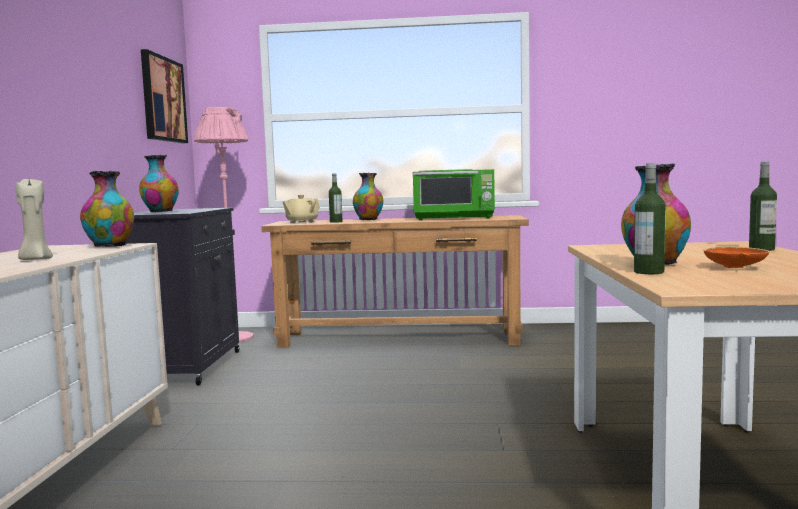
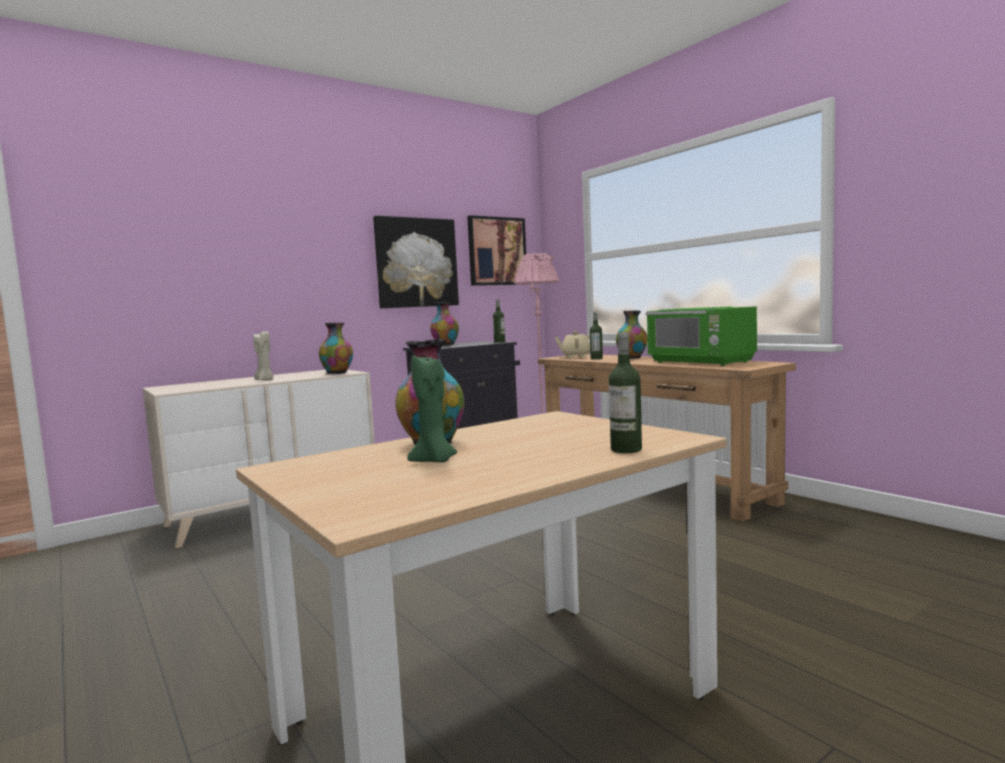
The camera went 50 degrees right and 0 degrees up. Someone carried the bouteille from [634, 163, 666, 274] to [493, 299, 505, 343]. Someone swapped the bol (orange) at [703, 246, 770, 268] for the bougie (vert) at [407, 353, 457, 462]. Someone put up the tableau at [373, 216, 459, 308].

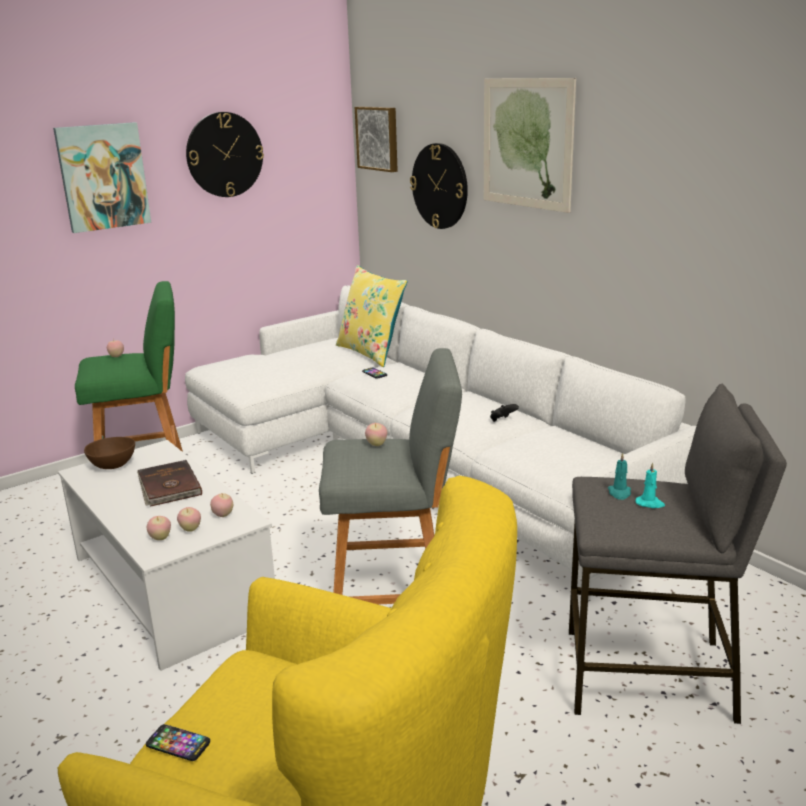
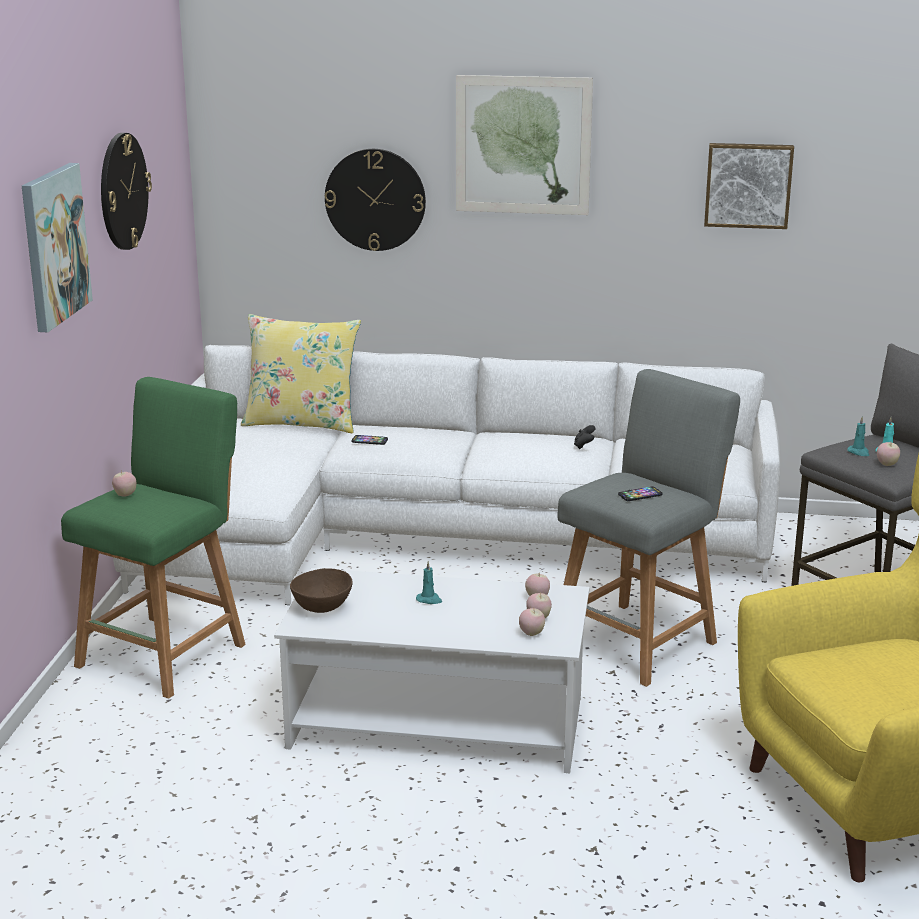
The camera went 45 degrees left and 0 degrees up. Someone swapped the livre (marron) at [137, 460, 202, 506] for the bougie (turquoise) at [416, 561, 442, 604]. Someone carried the téléphone from [146, 724, 210, 761] to [618, 486, 662, 501]. Someone carried the tableau from [355, 106, 398, 172] to [704, 143, 794, 229]. Someone carried the pomme from [365, 422, 387, 446] to [877, 442, 900, 466].

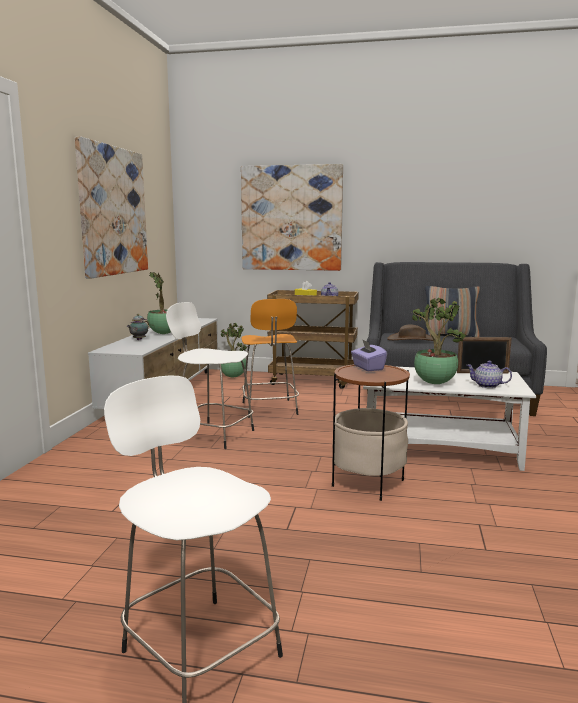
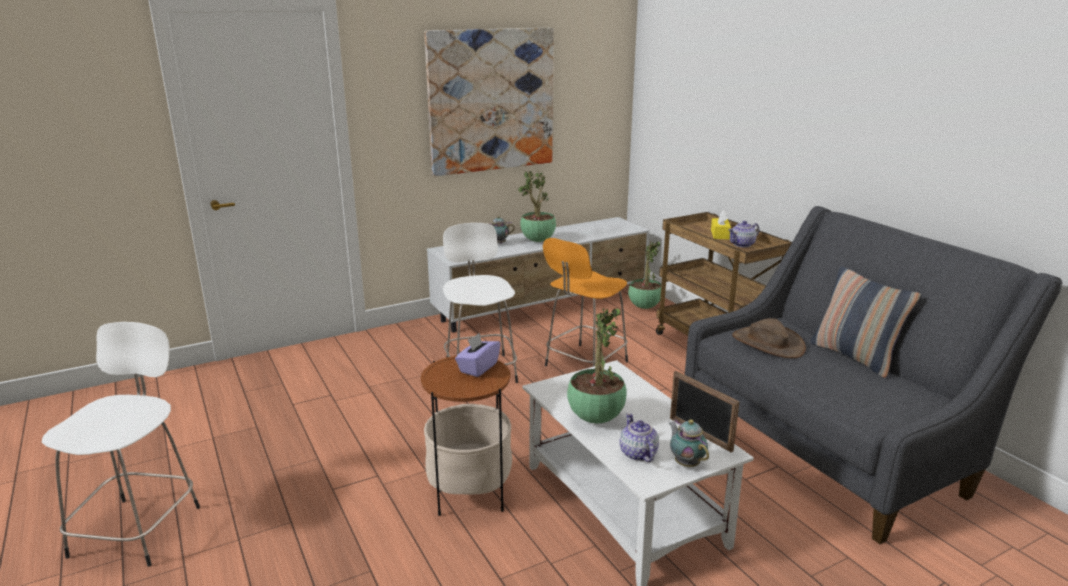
The camera went 50 degrees right and 10 degrees up. Someone took away the tableau at [241, 164, 343, 271]. Someone put down the théière at [669, 419, 709, 467].

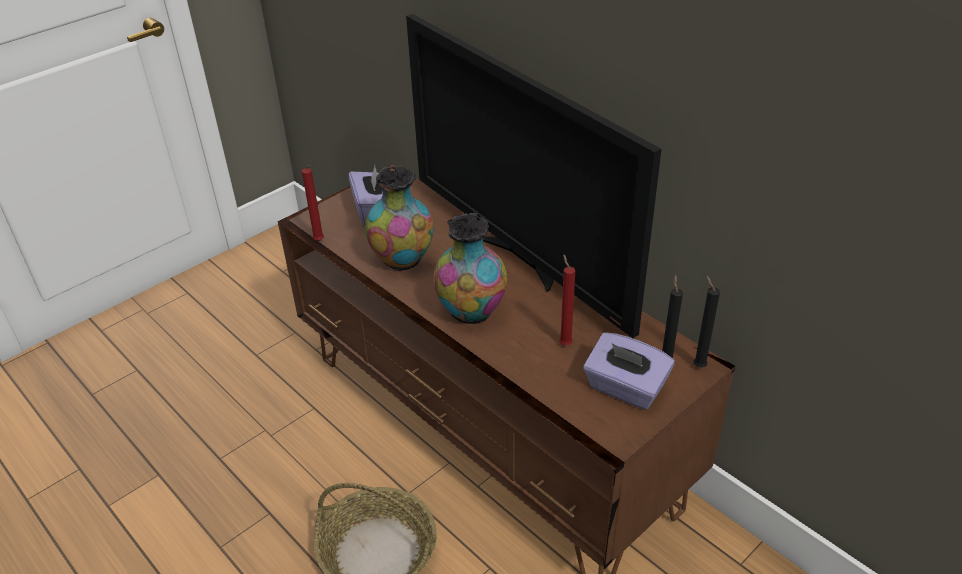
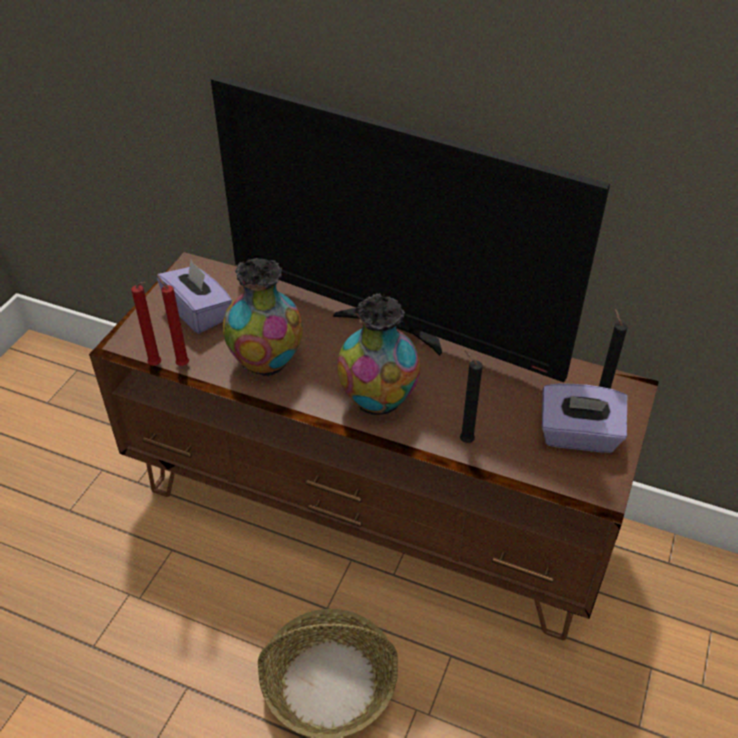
The camera went 25 degrees left and 5 degrees up. Someone carried the bougie (rouge) from [559, 254, 575, 345] to [157, 275, 189, 366]. Someone carried the bougie (noir) from [693, 275, 720, 368] to [460, 350, 483, 443].

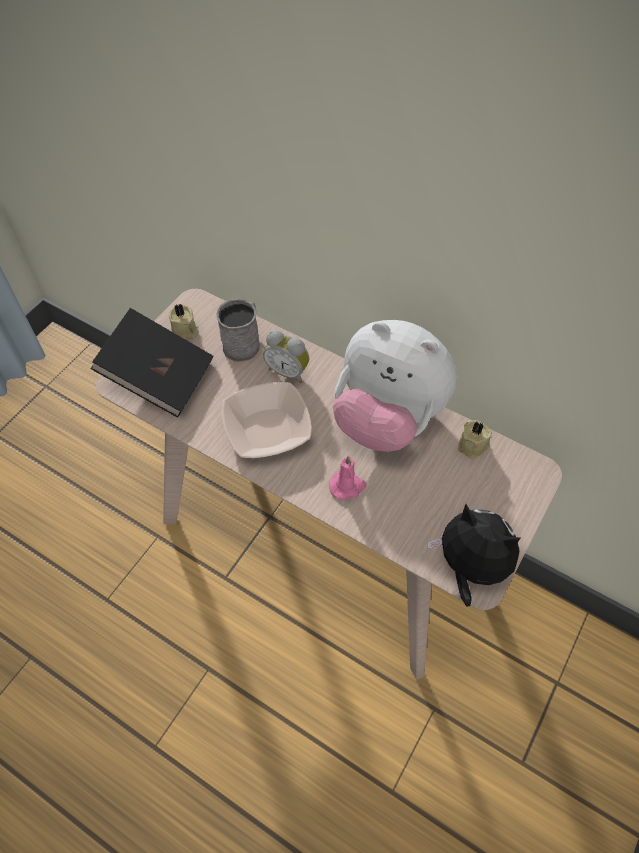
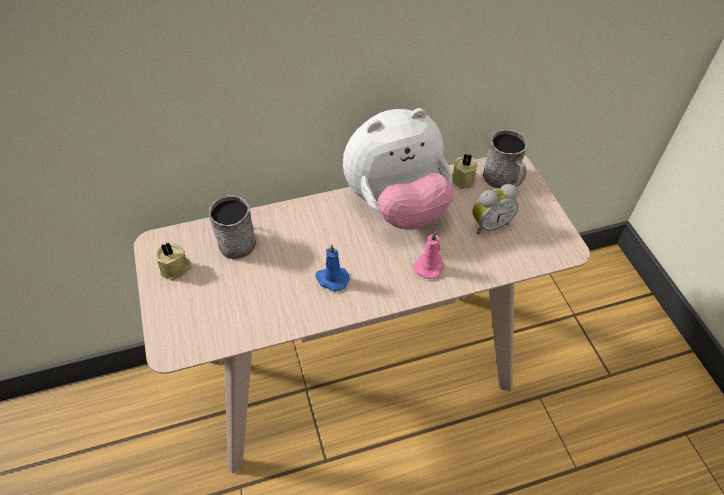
The camera went 50 degrees left and 5 degrees down. Someone took away the livre (noir) at [90, 308, 214, 418]. Someone swapped the bol at [221, 382, 312, 458] for the bougie (bleu) at [316, 244, 350, 292]. Someone carried the réveil from [263, 330, 309, 383] to [472, 184, 518, 235]. Someone took away the peluche at [428, 504, 520, 607]. Someone put down the mug (gris) at [483, 129, 528, 188].

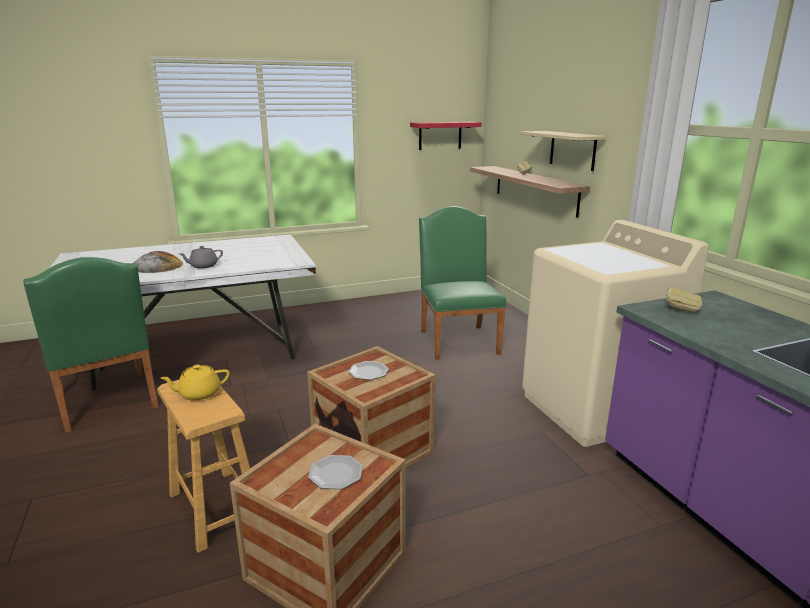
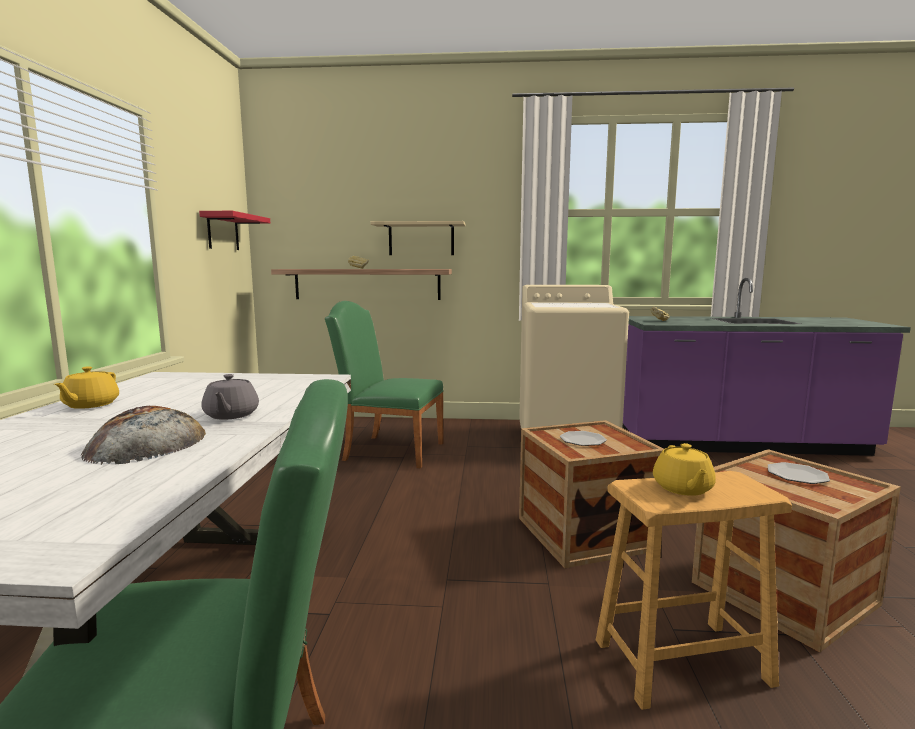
The camera went 65 degrees left and 10 degrees down. Someone put down the théière (jaune) at [54, 366, 119, 409].

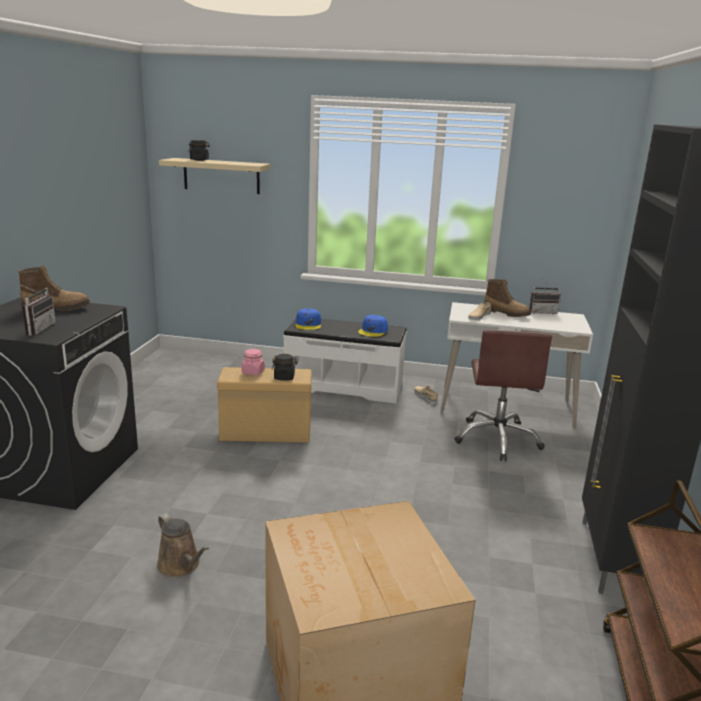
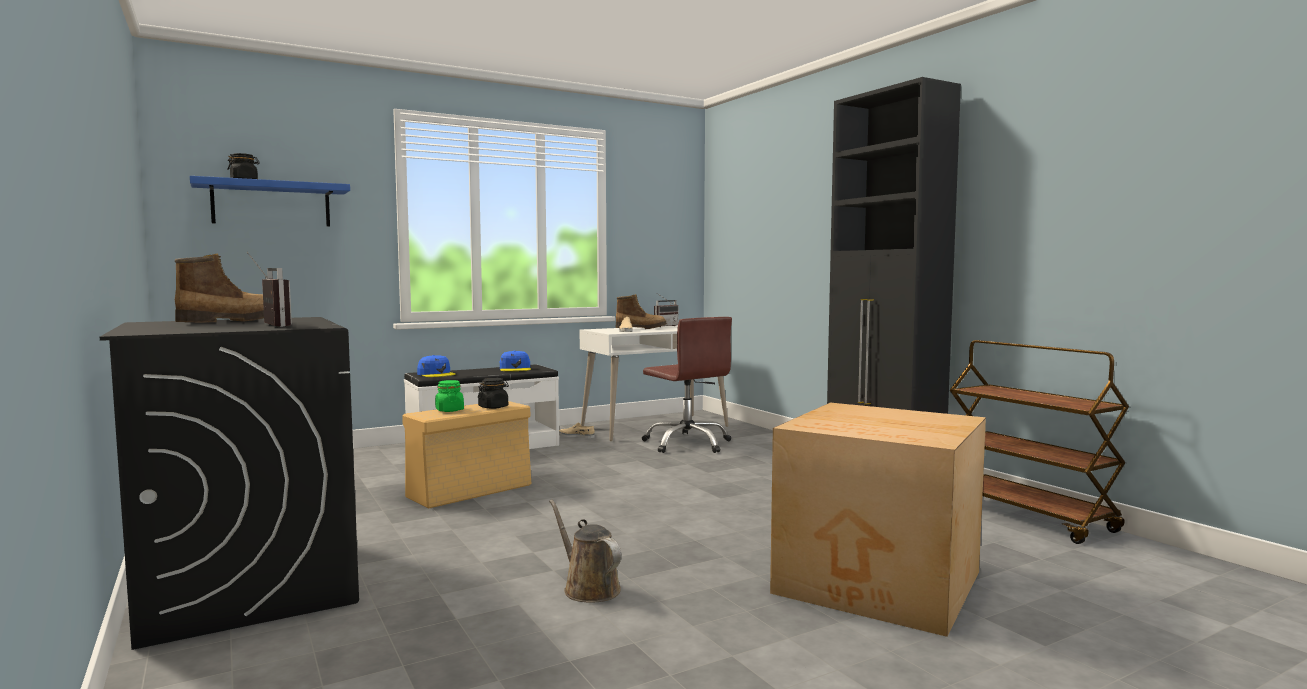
The camera went 40 degrees left and 15 degrees down. Someone rotated the arrosoir (marron) at [157, 513, 209, 577] by 135 degrees counterclockwise. Someone repainted the étagère (beige) at [159, 158, 270, 194], which became the étagère (bleu) at [190, 176, 350, 226]. Someone repainted the bocal (rose) at [242, 349, 265, 375], which became the bocal (vert) at [435, 380, 464, 412].

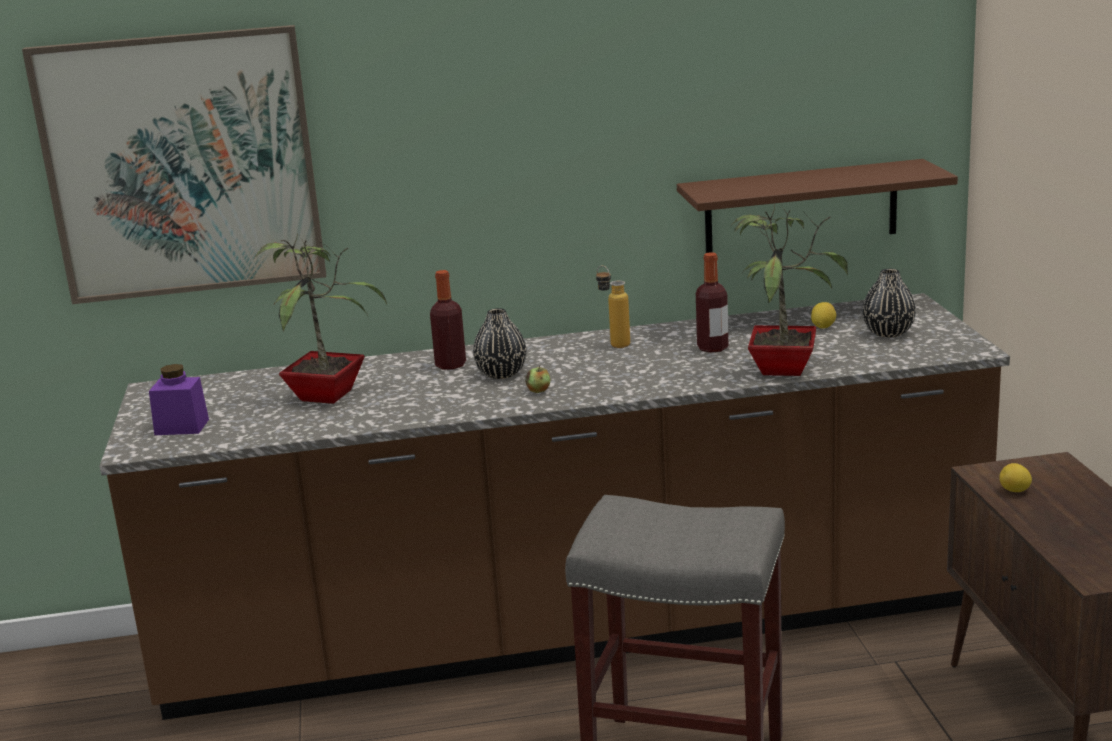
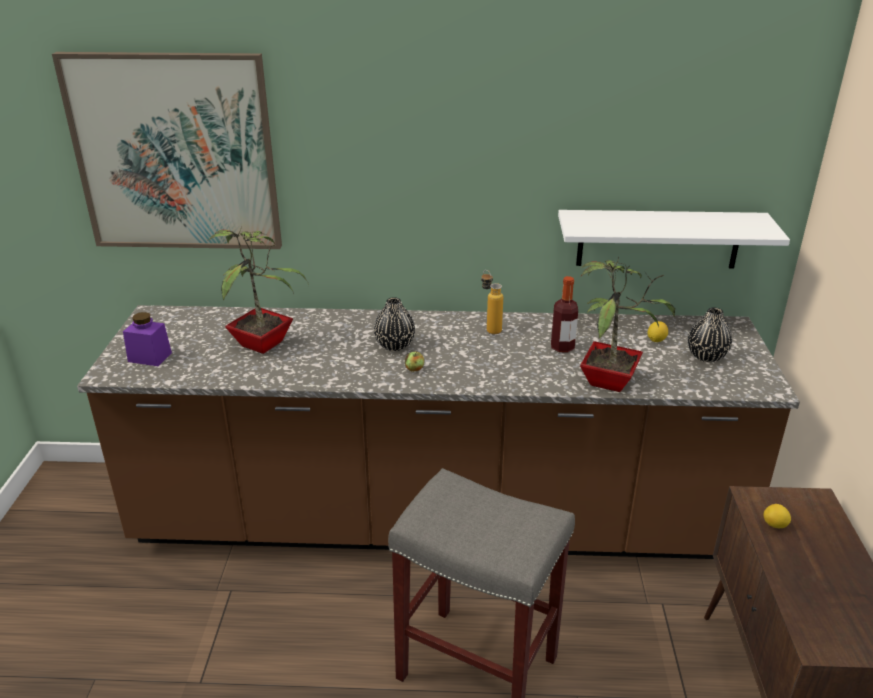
The camera went 10 degrees right and 10 degrees up. Someone took away the bouteille at [430, 270, 466, 370]. Someone repainted the étagère (marron) at [677, 159, 958, 253], which became the étagère (blanc) at [558, 210, 790, 268].

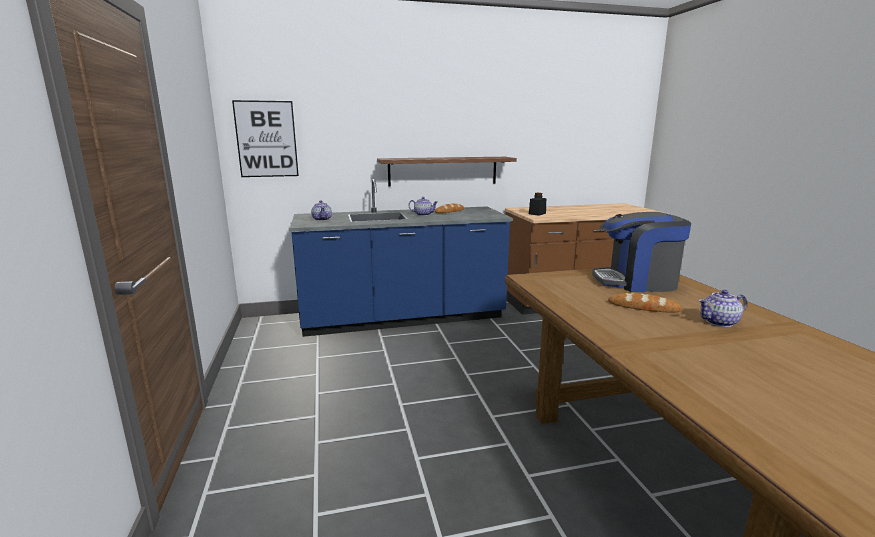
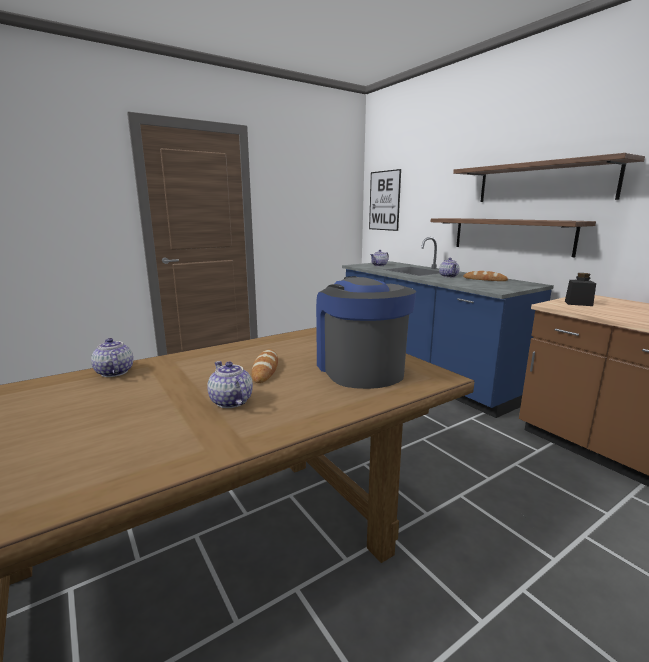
The camera went 70 degrees right and 0 degrees up. Someone put down the théière at [91, 338, 133, 377]. Someone put up the étagère at [453, 153, 645, 202].

